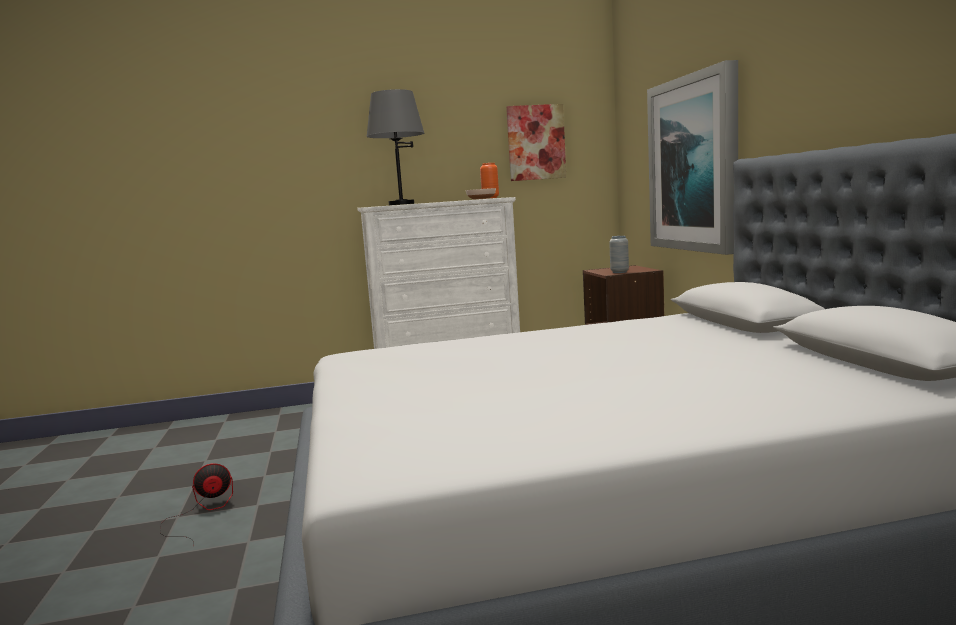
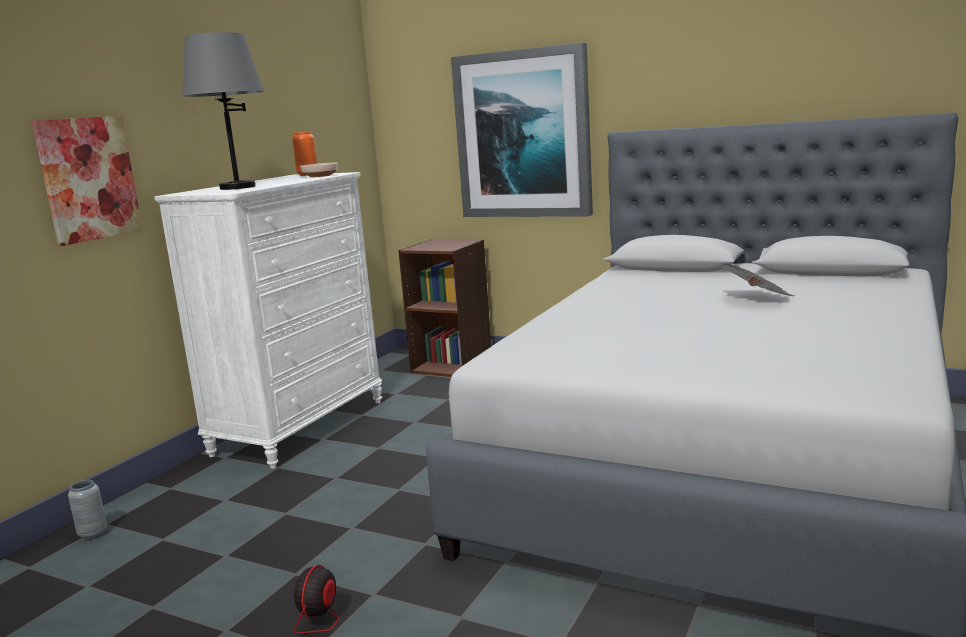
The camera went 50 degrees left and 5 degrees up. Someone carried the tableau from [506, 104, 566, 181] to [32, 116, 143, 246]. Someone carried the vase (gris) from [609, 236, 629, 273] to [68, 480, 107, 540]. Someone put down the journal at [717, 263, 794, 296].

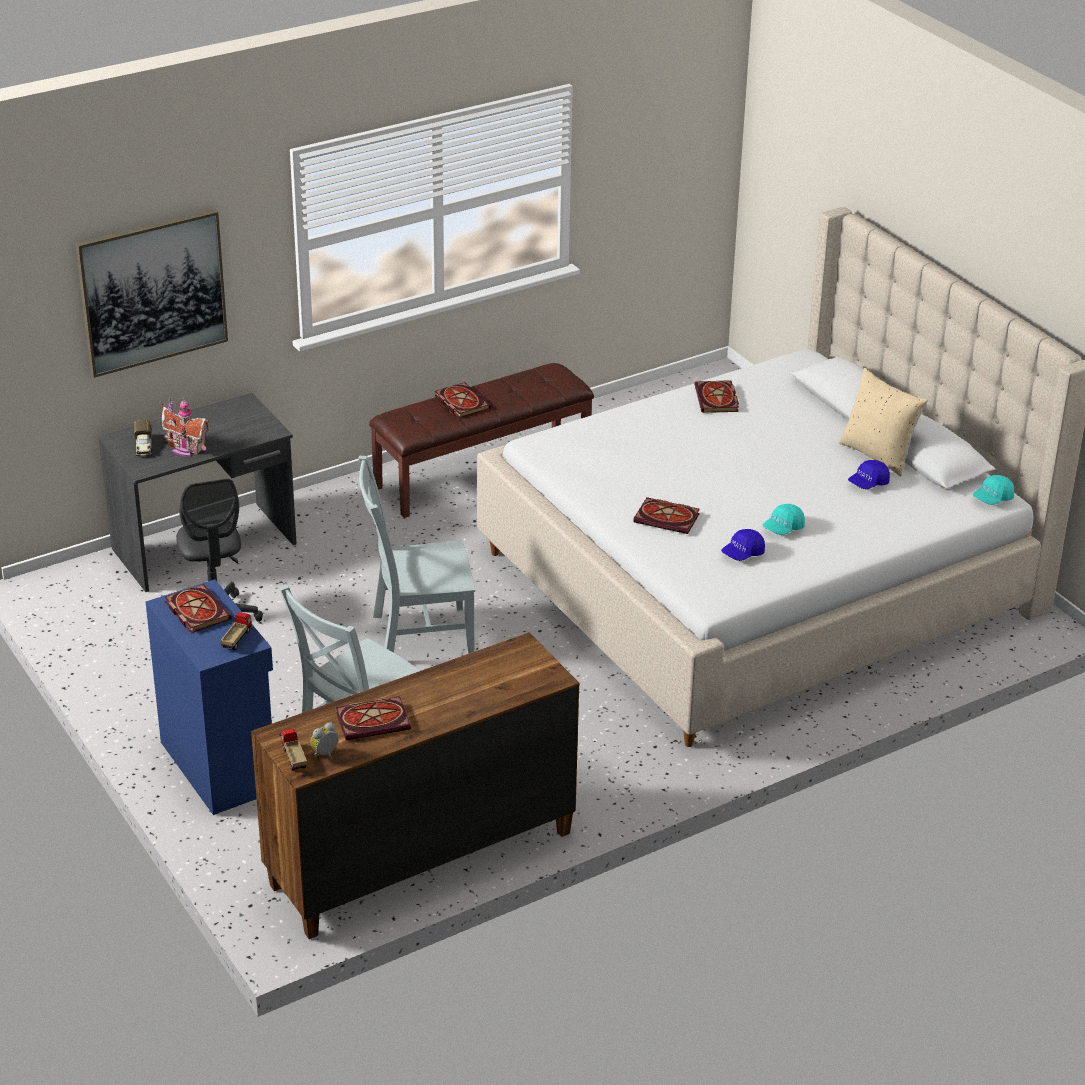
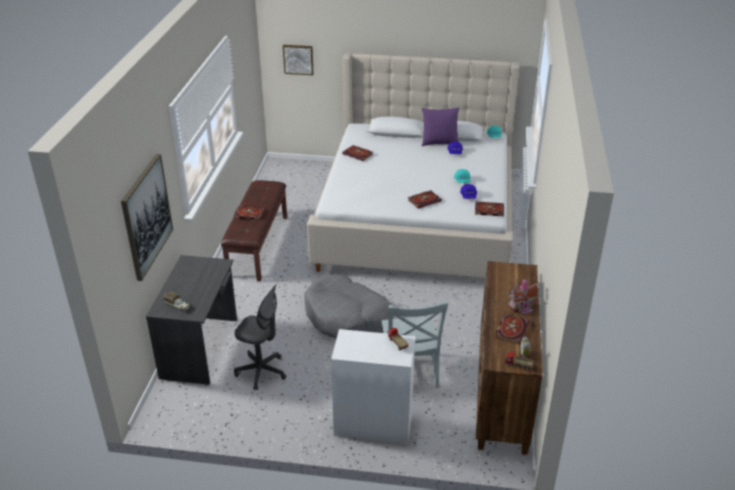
The camera went 50 degrees left and 0 degrees up. Someone repainted the meuble de rangement (bleu) at [146, 579, 273, 815], which became the meuble de rangement (blanc) at [331, 329, 416, 444]. Someone carried the maison miniature from [160, 397, 210, 457] to [508, 278, 540, 314]. Someone carried the livre from [165, 584, 232, 633] to [475, 202, 504, 216]. Someone swapped the chaise (gris) at [358, 456, 475, 654] for the panier pour chien (gris) at [304, 274, 394, 339]. Someone repainted the coussin (beige) at [839, 368, 928, 476], which became the coussin (violet) at [422, 107, 459, 146]. Someone put up the tableau at [283, 45, 314, 75].

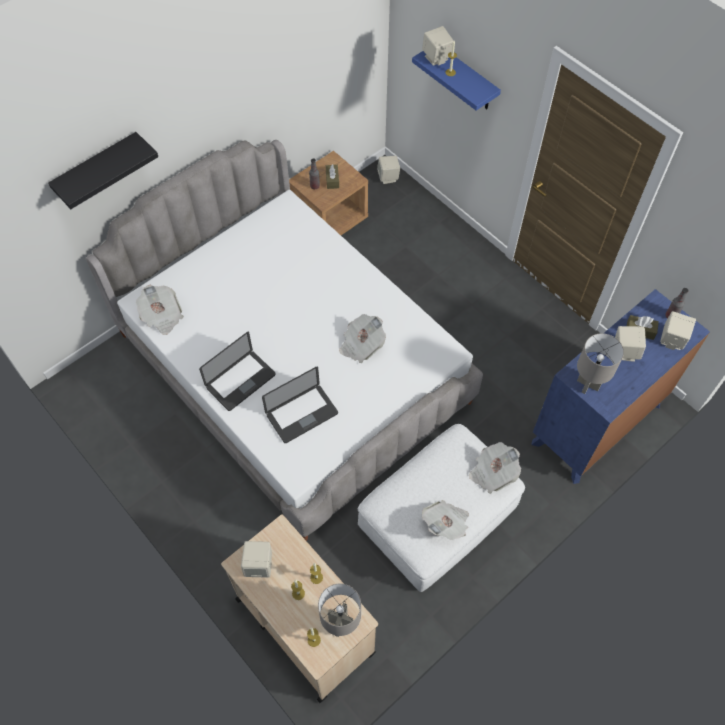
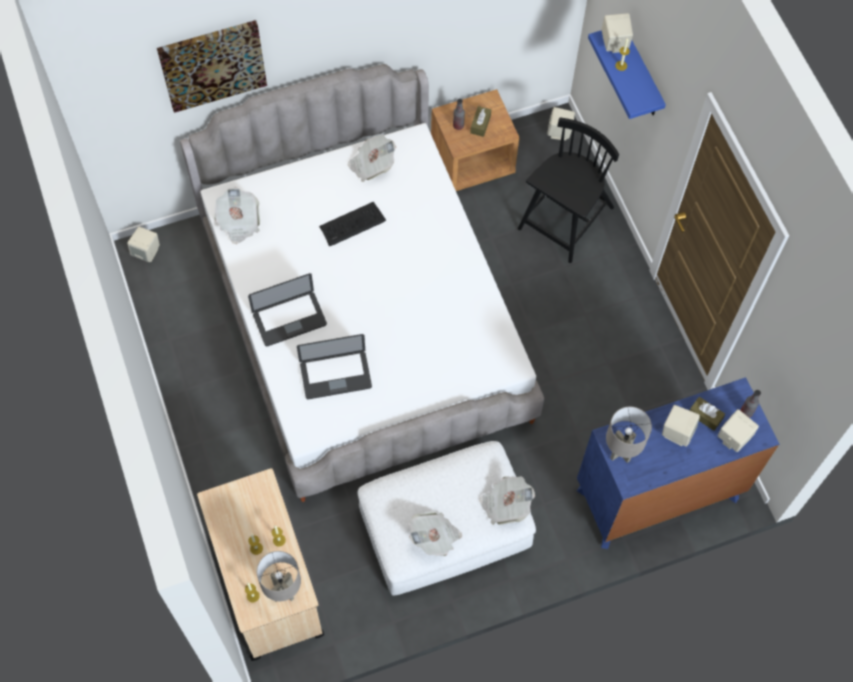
The camera went 20 degrees right and 5 degrees up. Someone swapped the étagère (noir) at [48, 132, 158, 209] for the tableau at [157, 20, 267, 113]. Someone carried the enceinte (beige) from [241, 541, 272, 578] to [127, 227, 160, 262]. Someone carried the journal from [339, 314, 386, 363] to [348, 134, 396, 182]. Someone put down the clavier at [319, 202, 386, 246]. Someone put down the chaise (noir) at [518, 118, 619, 263].

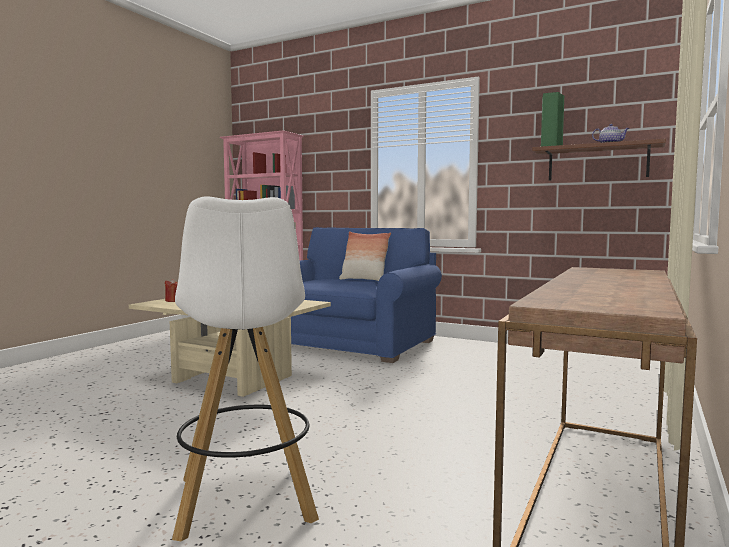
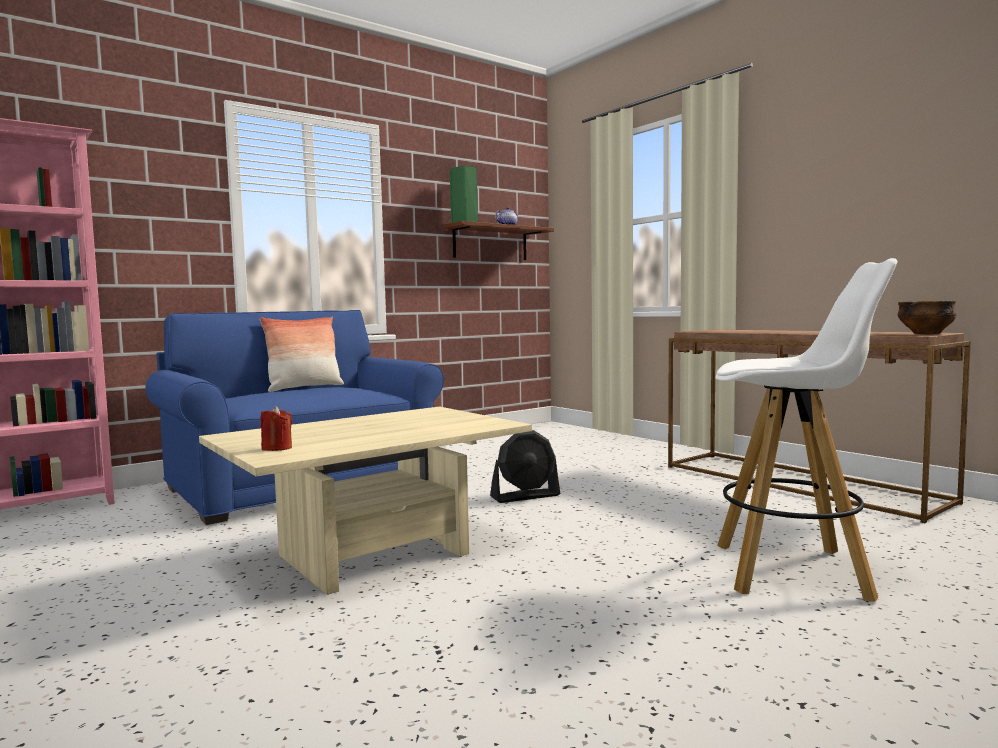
The camera went 65 degrees left and 0 degrees up. Someone put down the ventilateur (noir) at [490, 430, 560, 503]. Someone put down the bol at [898, 301, 956, 334].

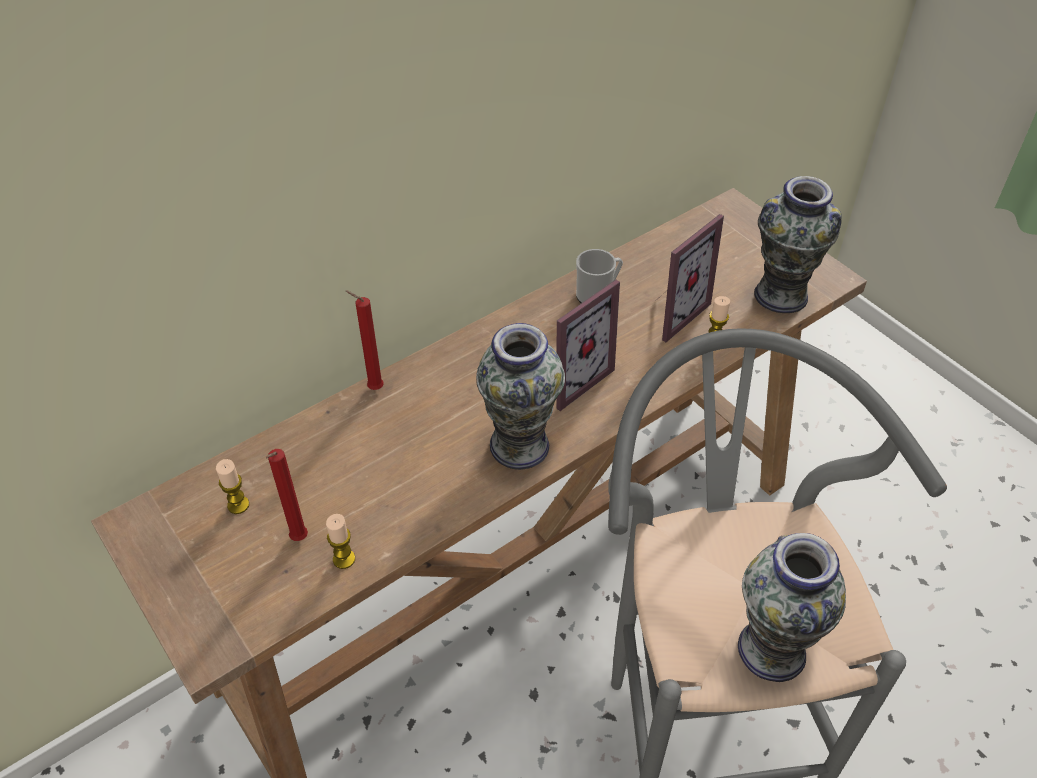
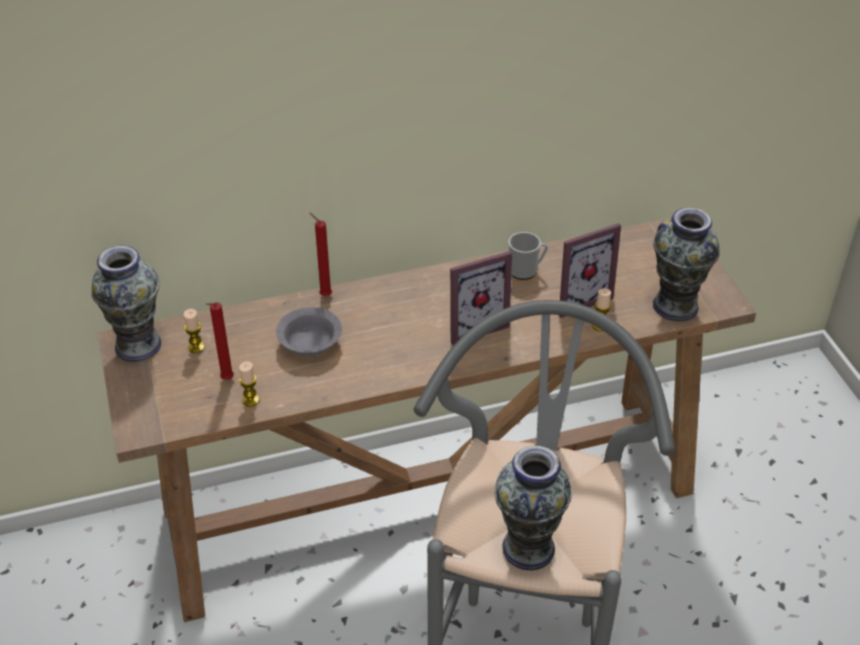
The camera went 20 degrees right and 5 degrees down. Someone carried the vase from [476, 323, 565, 470] to [91, 246, 161, 362]. Someone put down the bol (gris) at [276, 307, 342, 357].

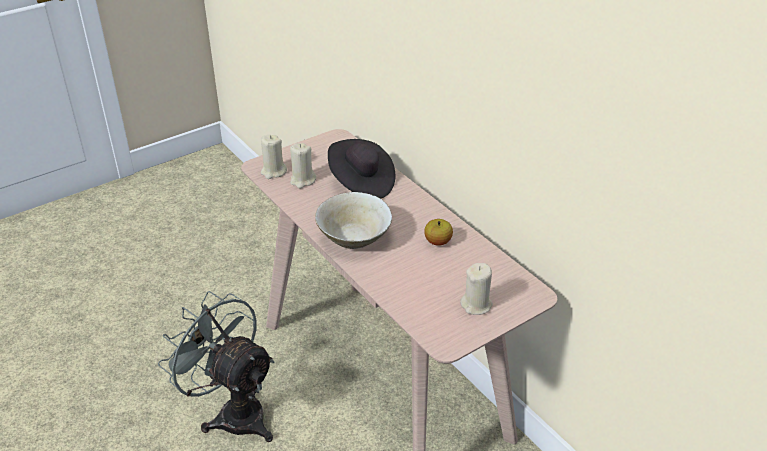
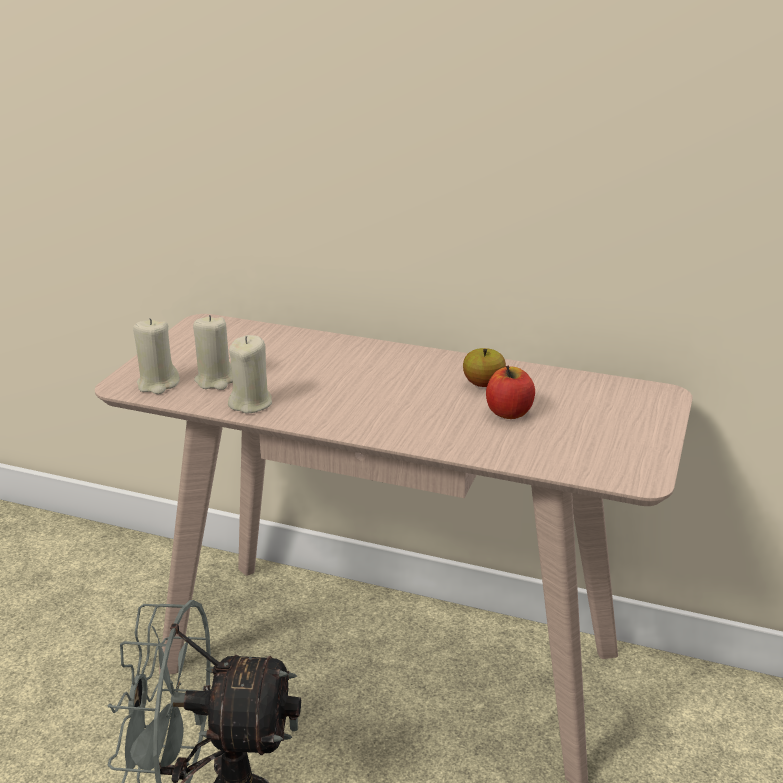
The camera went 35 degrees left and 10 degrees down. Someone took away the bol (beige) at [315, 192, 392, 249]. Someone took away the chapeau (noir) at [328, 139, 395, 198]. Someone carried the bougie (beige) from [460, 263, 493, 315] to [228, 335, 272, 414]. Someone put down the pomme at [486, 366, 535, 419].

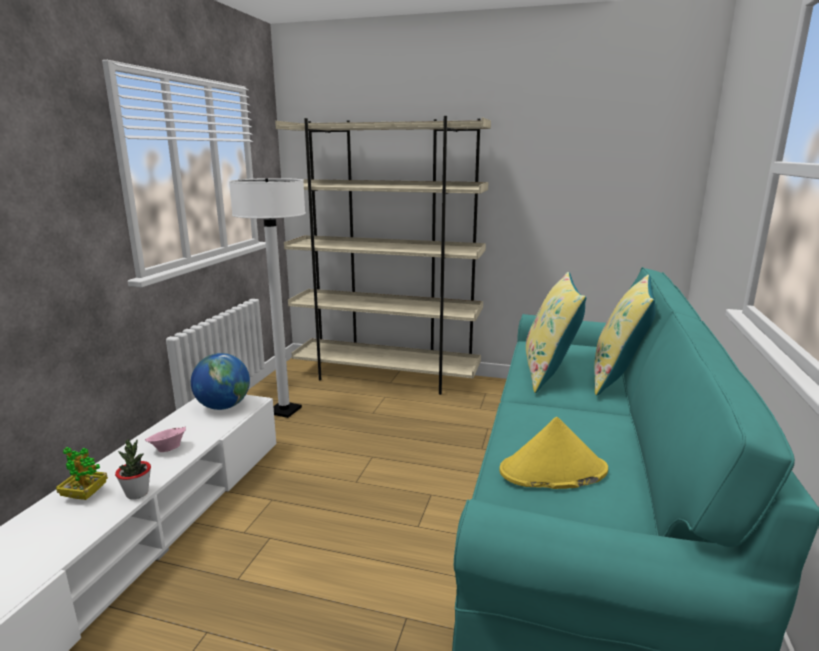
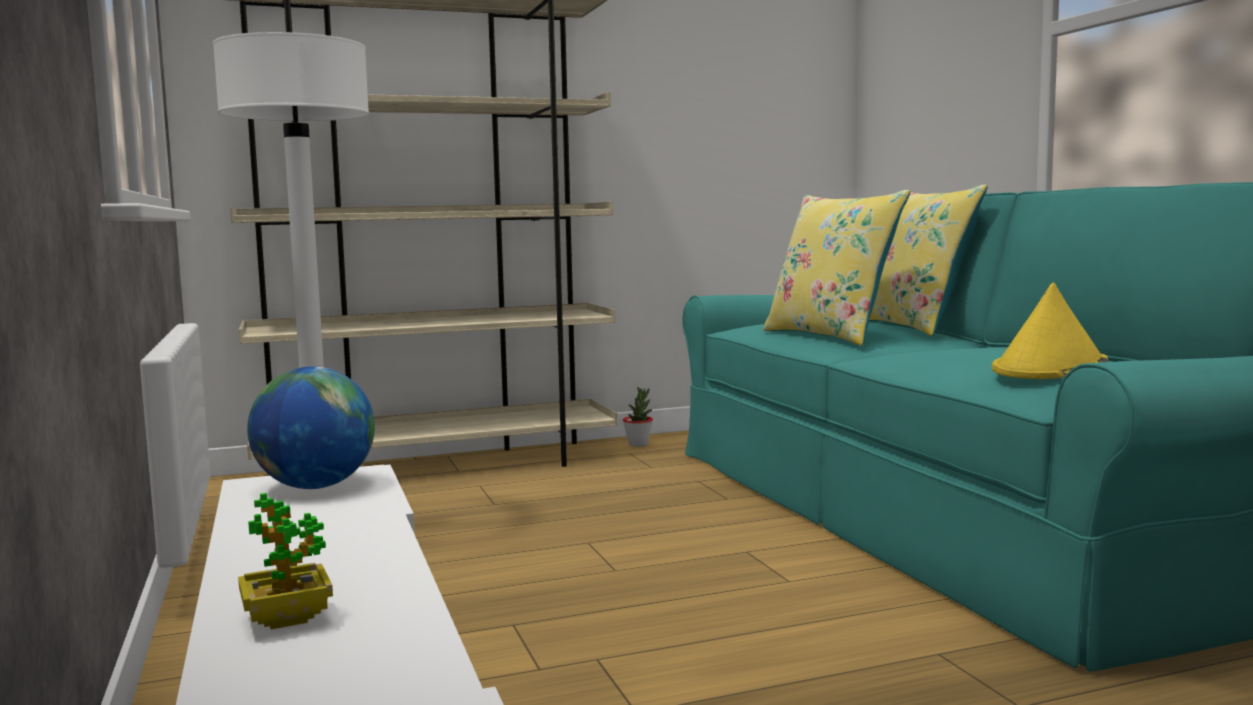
The camera went 35 degrees left and 10 degrees down. Someone carried the plante en pot from [115, 439, 151, 499] to [623, 387, 653, 447]. Someone took away the bol (rose) at [145, 427, 186, 452].

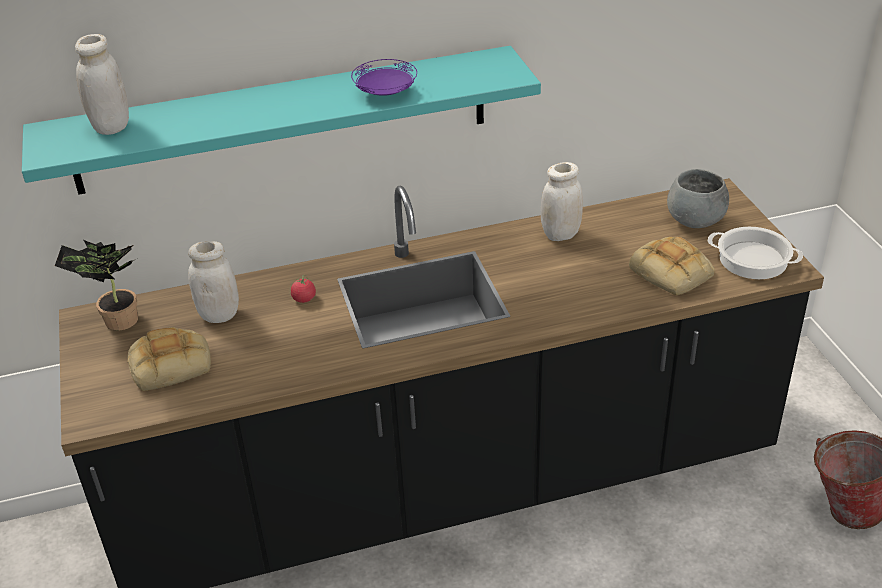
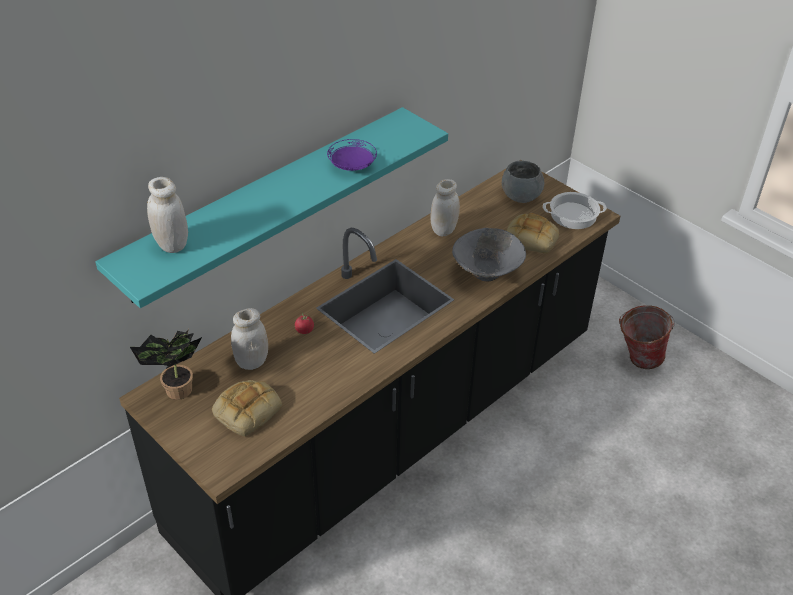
The camera went 30 degrees left and 5 degrees up. Someone put down the bol (gris) at [452, 228, 526, 281].

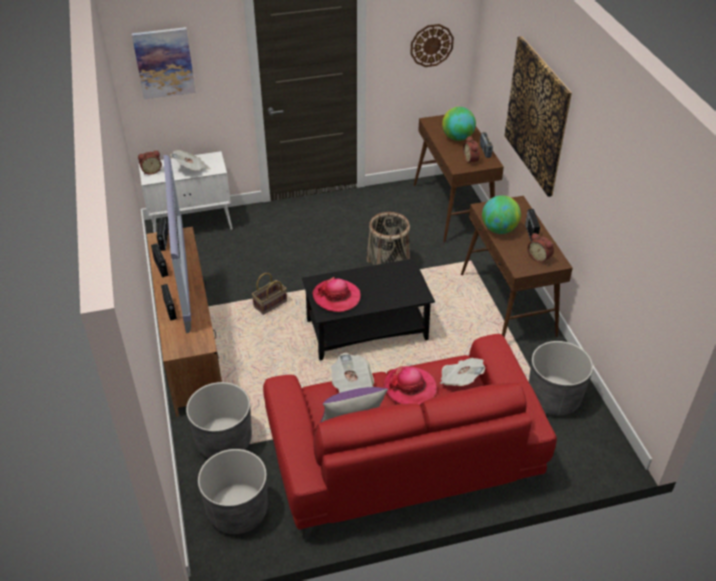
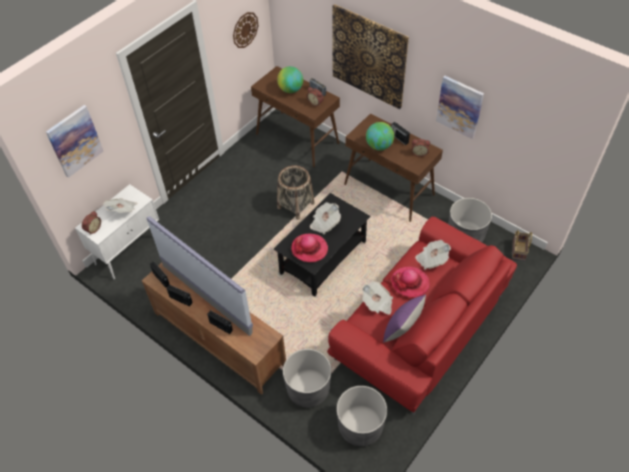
The camera went 35 degrees left and 10 degrees up. Someone carried the panier from [252, 273, 287, 315] to [512, 230, 532, 261]. Someone put down the journal at [310, 202, 341, 234]. Someone put up the tableau at [436, 76, 484, 139].

